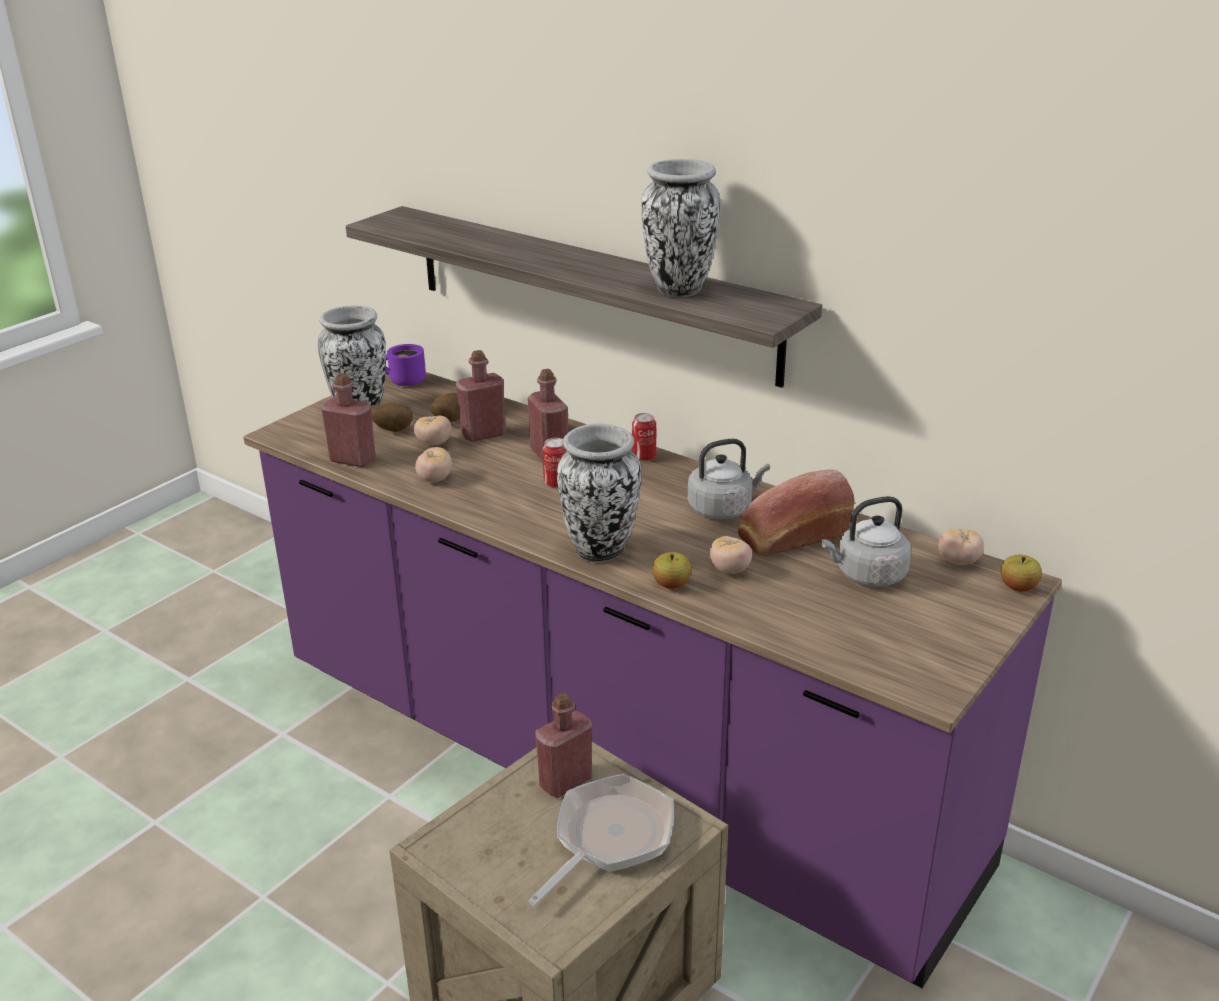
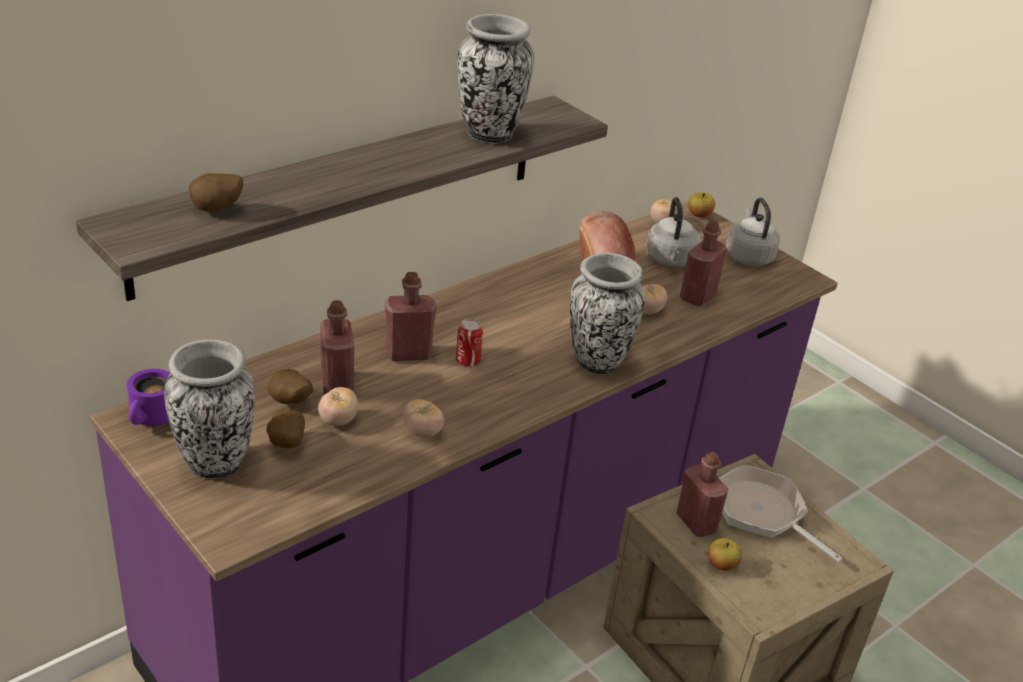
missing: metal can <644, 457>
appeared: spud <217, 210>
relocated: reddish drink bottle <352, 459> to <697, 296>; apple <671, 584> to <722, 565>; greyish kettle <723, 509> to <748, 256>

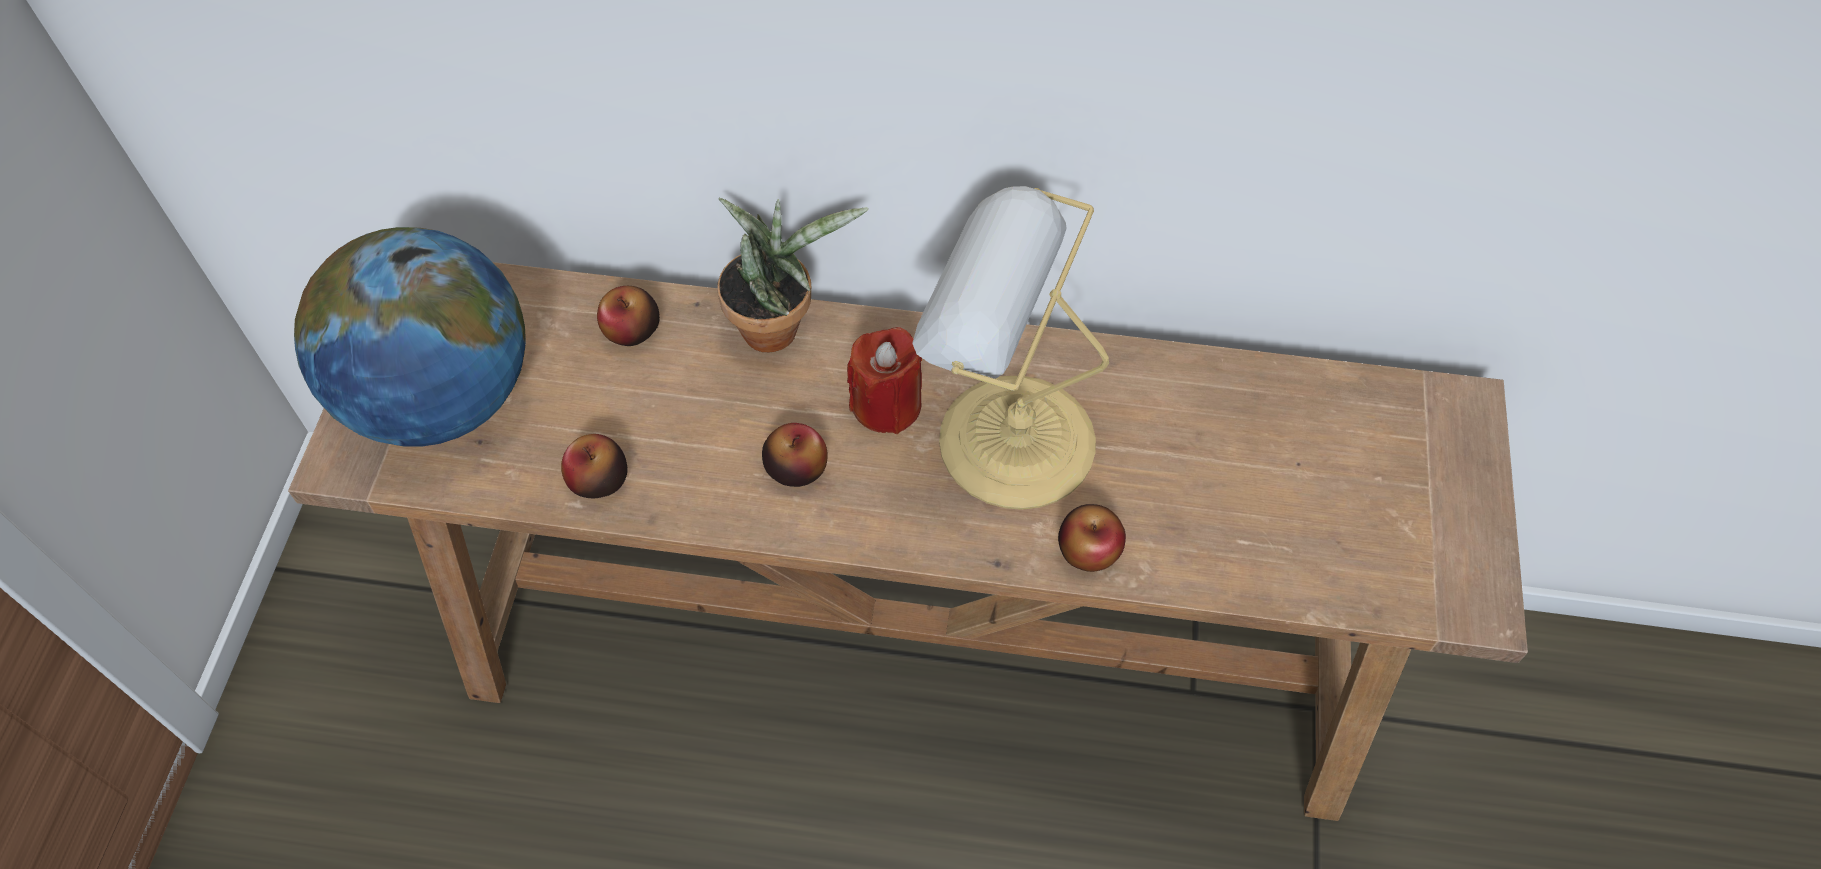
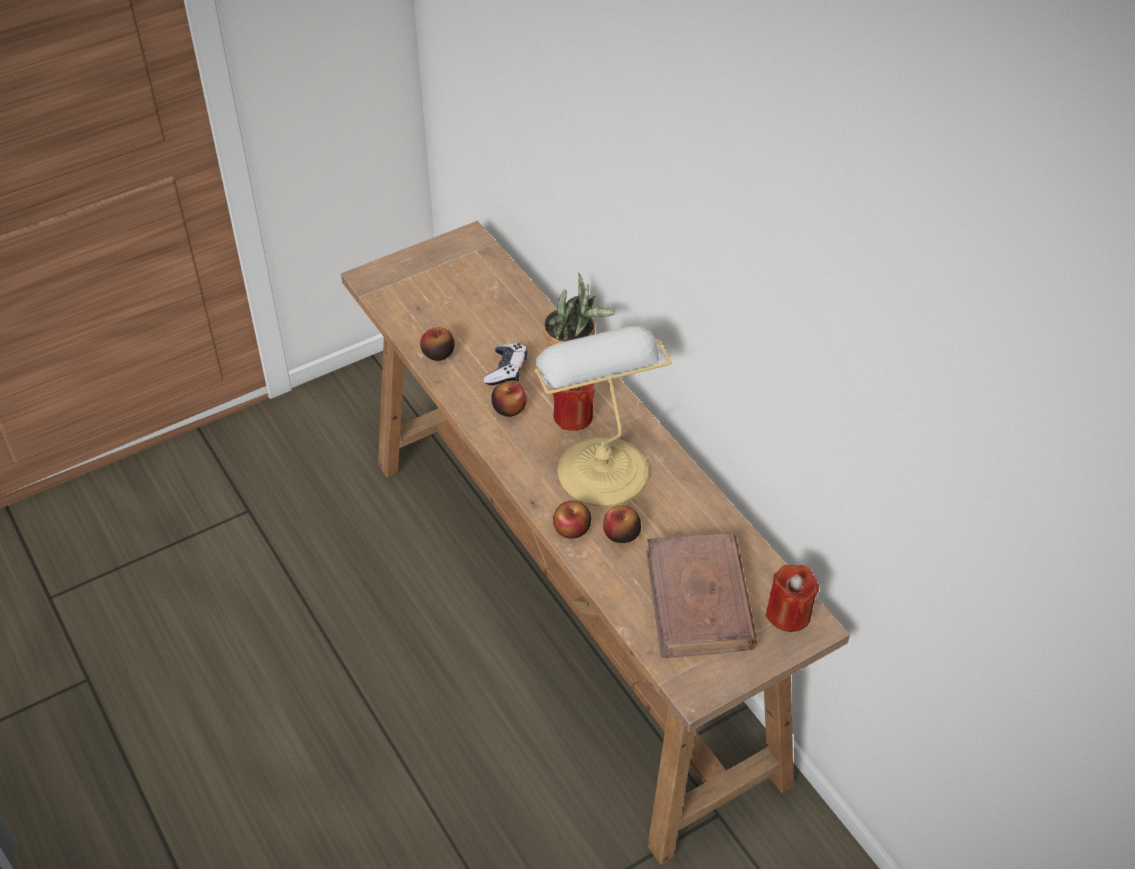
missing: desk globe <442, 398>
appeared: game controller <506, 370>; brown book <699, 600>; reddish wax light <788, 614>
relocated: apple <632, 330> to <621, 534>

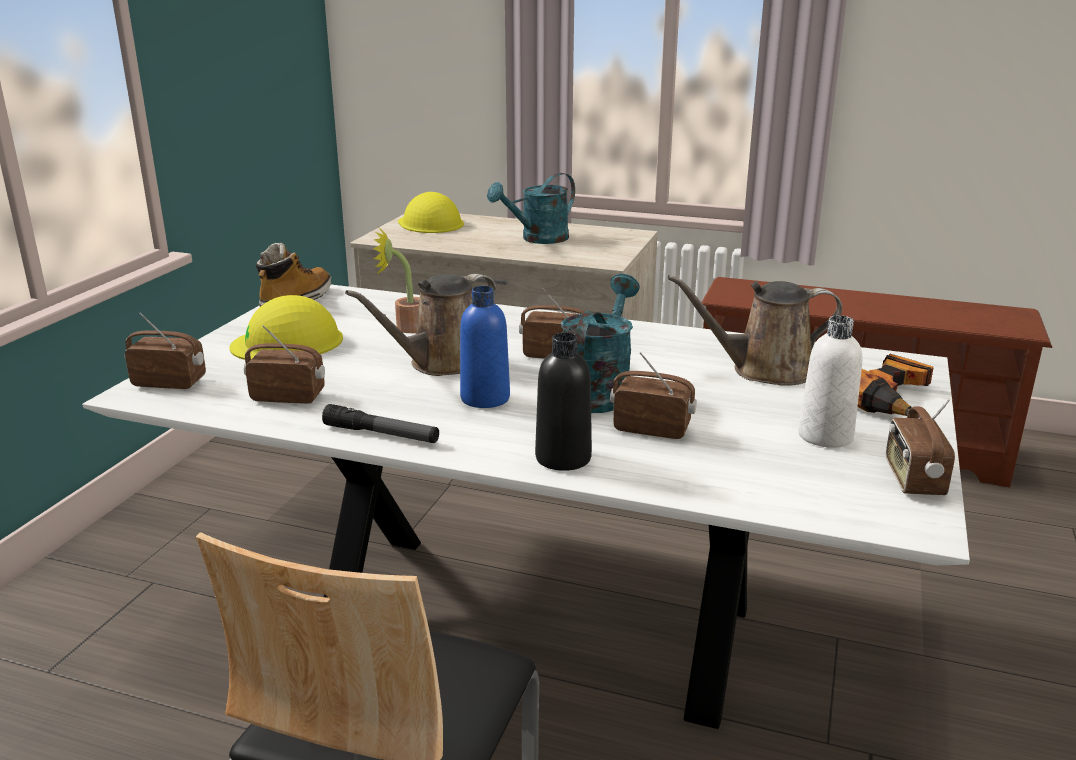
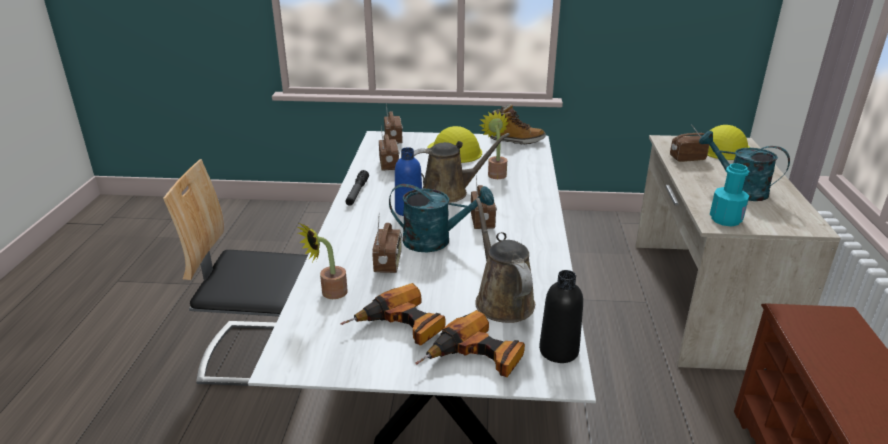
appeared: potted plant <329, 293>; turquoise-coloured drink bottle <725, 219>
relocated: black-coloured drink bottle <563, 458> to <558, 351>; radio receiver <912, 479> to <687, 158>
exchanged: whitish drink bottle <825, 436> to power drill <400, 328>
spun: brown watering pot <442, 364> = <449, 192> 135 degrees clockwise

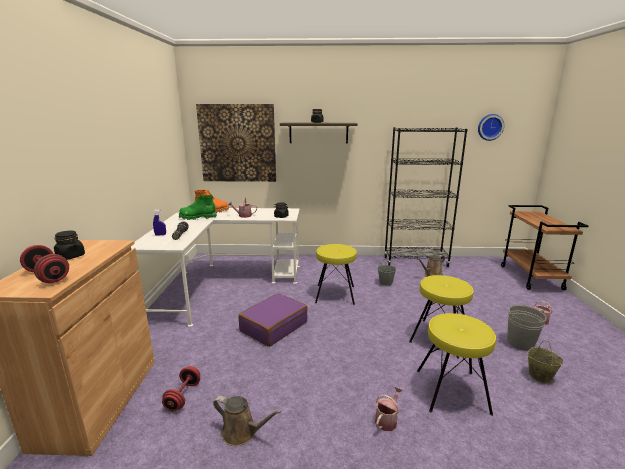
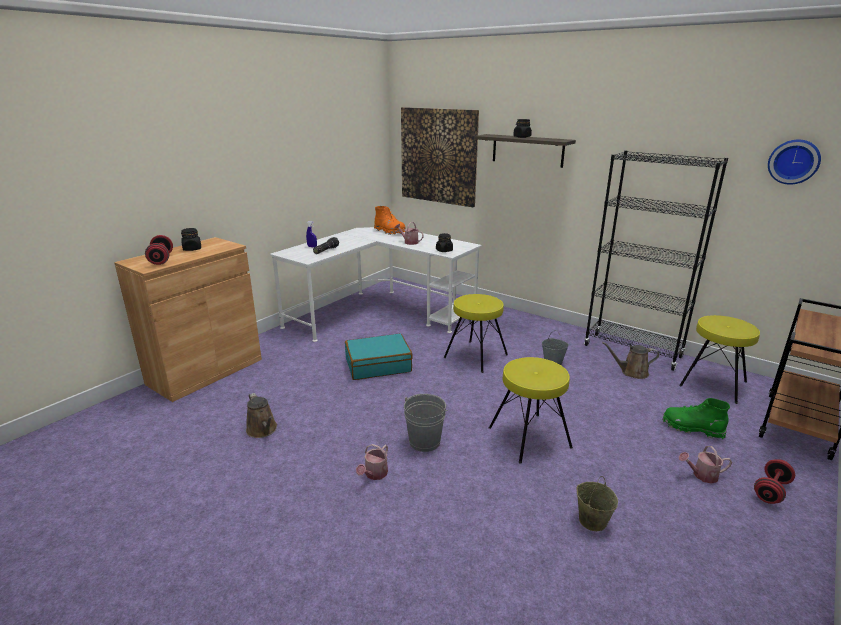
relocated: reddish hand weight <183, 396> to <771, 491>; green-coloured tall boot <198, 217> to <692, 428>; yellow-coloured sitting stool <451, 390> to <712, 383>; greyish water bucket <520, 343> to <424, 441>
colour: purple travel case <273, 326> to turquoise-coloured travel case <378, 365>
spun: watering pot <387, 419> = <374, 474> 135 degrees clockwise

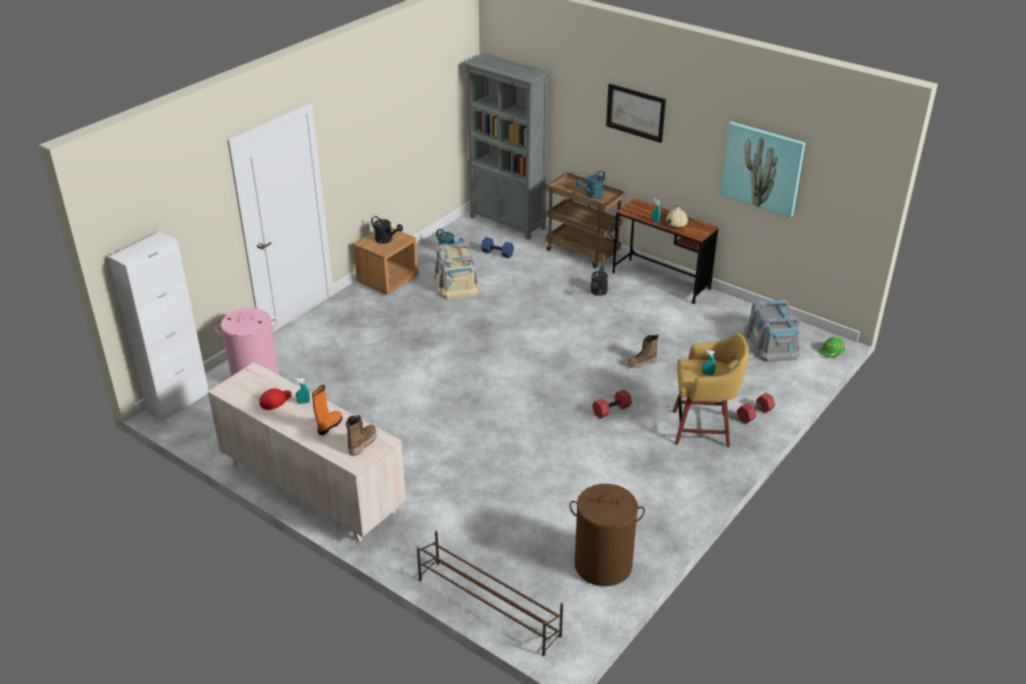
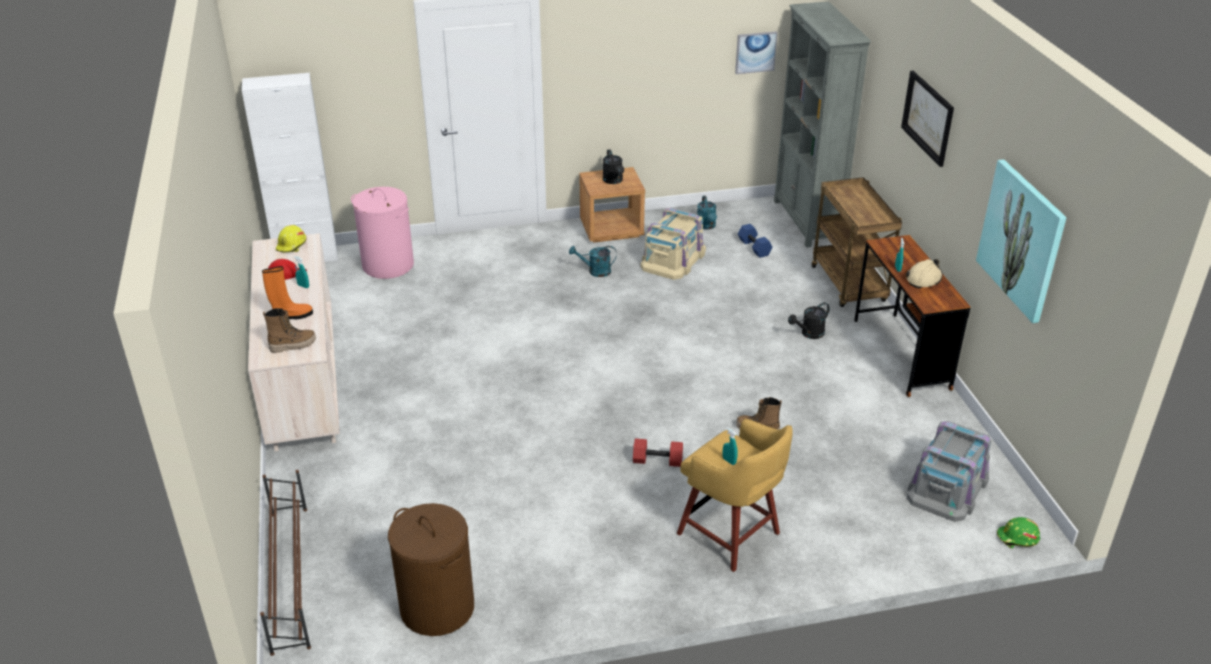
missing: reddish hand weight <755, 415>
appeared: yellow-coloured safety helmet <292, 245>; wall art <755, 52>
relocated: turquoise-coloured watering pot <591, 195> to <595, 271>

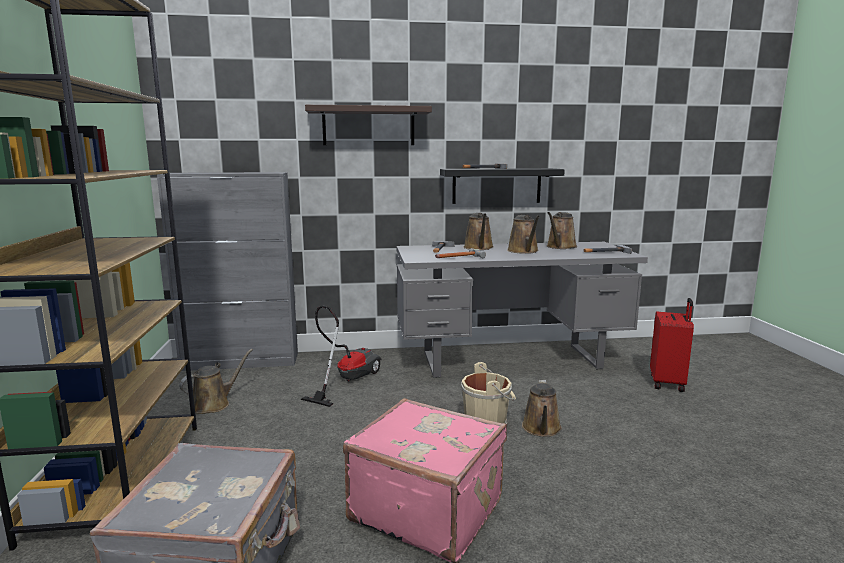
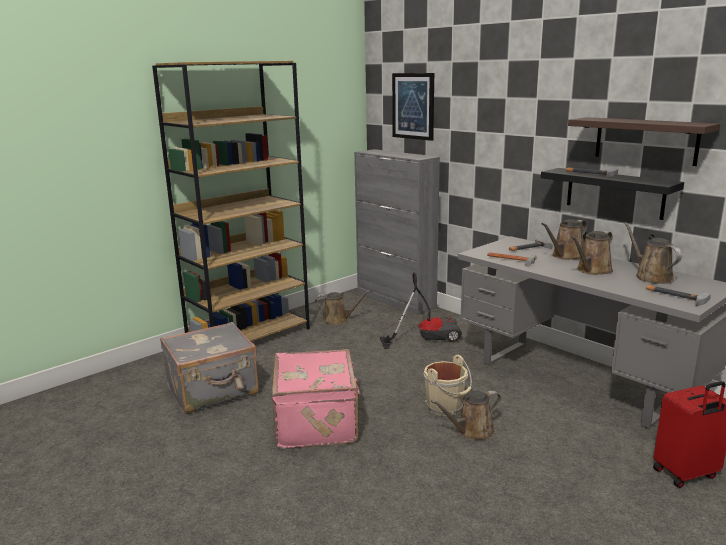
appeared: wall art <413, 106>
relocated: wall shelf <368, 126> to <645, 140>
spun: brown watering pot <560, 247> = <651, 277> 75 degrees clockwise

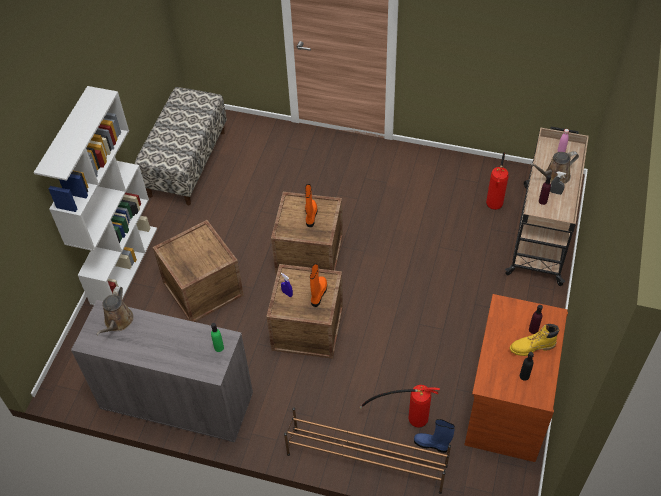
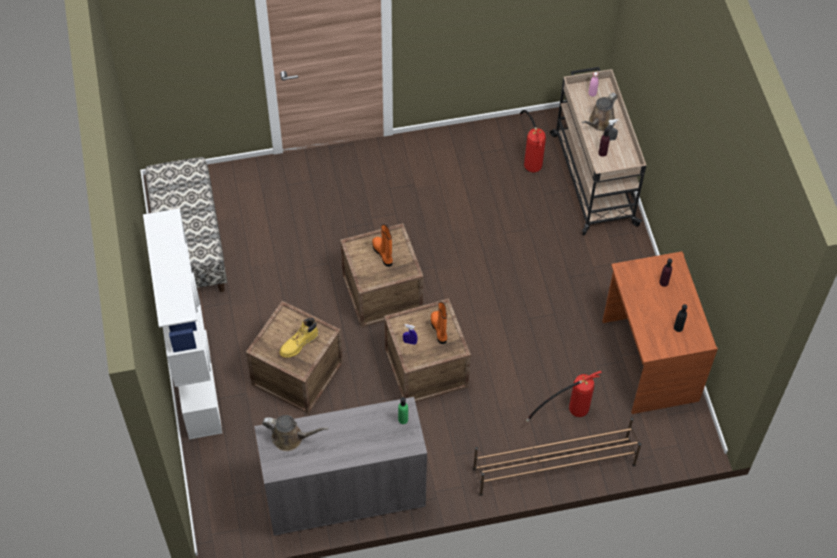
missing: blue-coloured tall boot <432, 444>
relocated: yellow-coloured tall boot <532, 347> to <299, 345>
spun: brown watering pot <118, 322> = <290, 438> 60 degrees counterclockwise

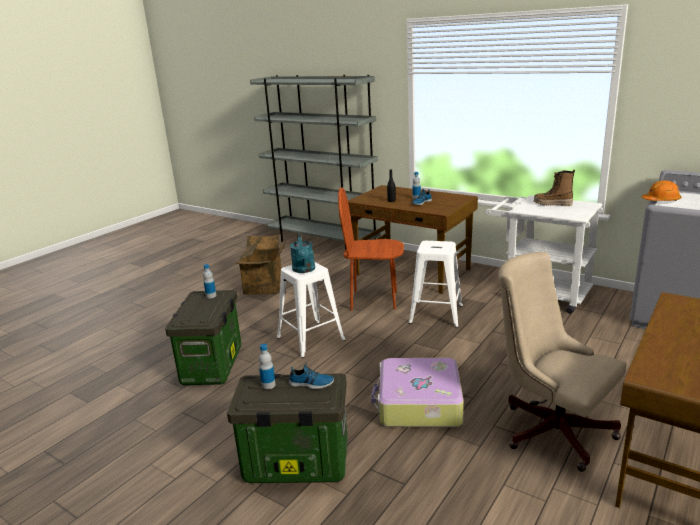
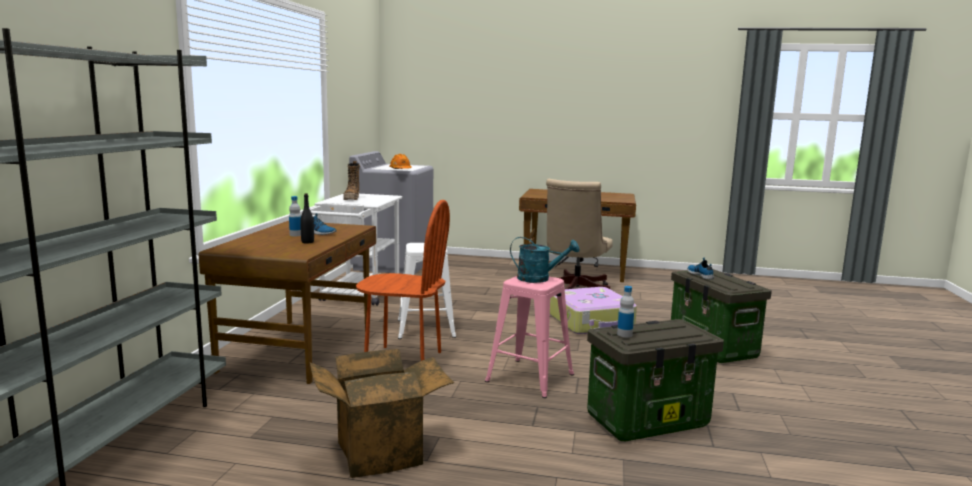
missing: drink bottle <268, 385>
colour: whitish sitting stool <311, 339> to pink sitting stool <529, 377>
spun: turquoise-coloured watering pot <304, 270> = <539, 279> 45 degrees clockwise; brown plain chair <374, 300> = <403, 359> 60 degrees counterclockwise

